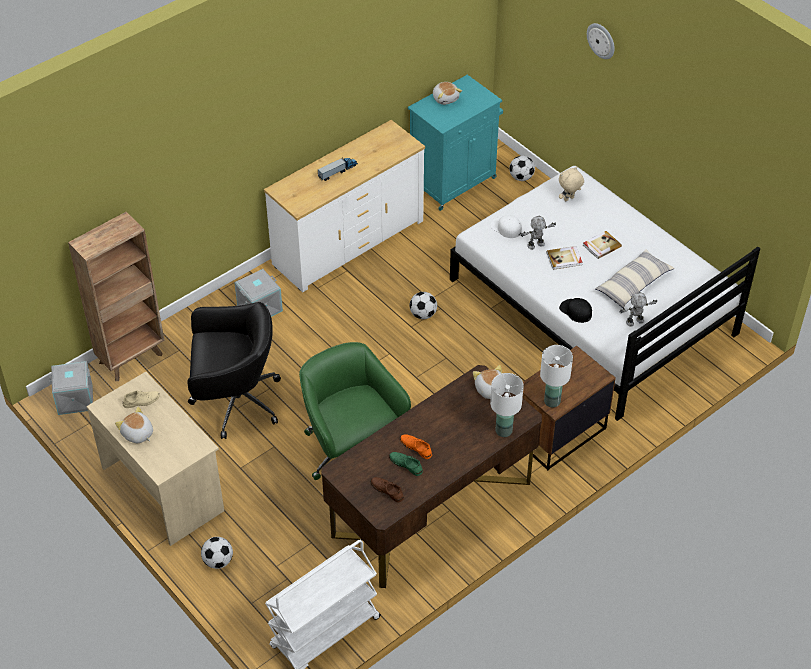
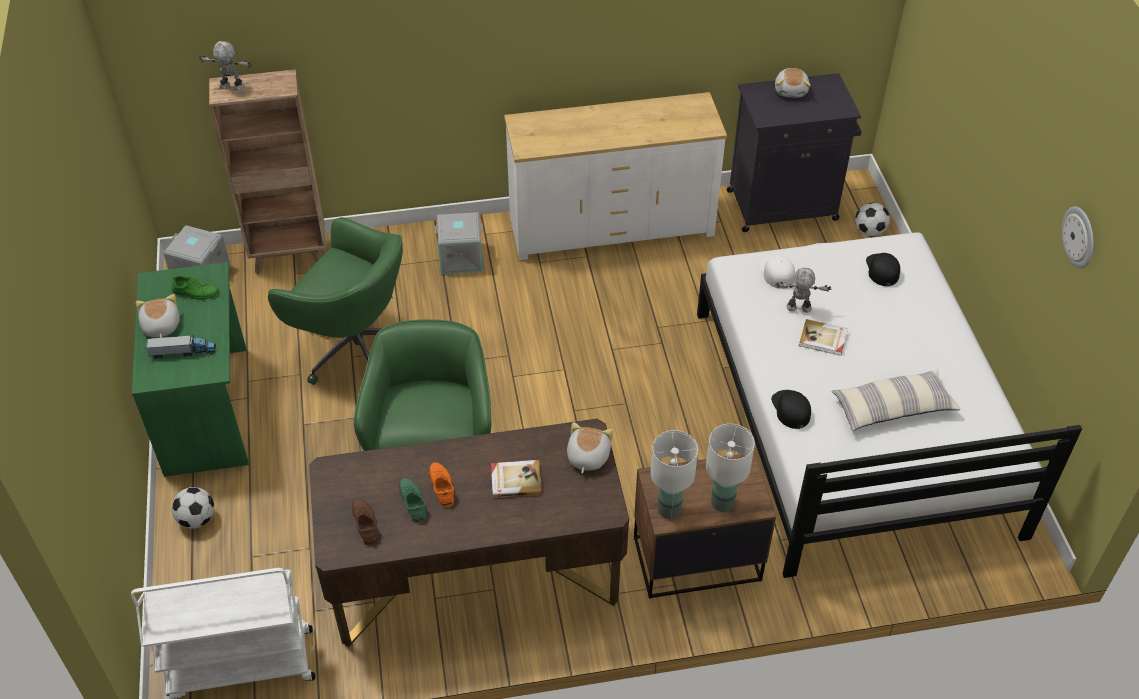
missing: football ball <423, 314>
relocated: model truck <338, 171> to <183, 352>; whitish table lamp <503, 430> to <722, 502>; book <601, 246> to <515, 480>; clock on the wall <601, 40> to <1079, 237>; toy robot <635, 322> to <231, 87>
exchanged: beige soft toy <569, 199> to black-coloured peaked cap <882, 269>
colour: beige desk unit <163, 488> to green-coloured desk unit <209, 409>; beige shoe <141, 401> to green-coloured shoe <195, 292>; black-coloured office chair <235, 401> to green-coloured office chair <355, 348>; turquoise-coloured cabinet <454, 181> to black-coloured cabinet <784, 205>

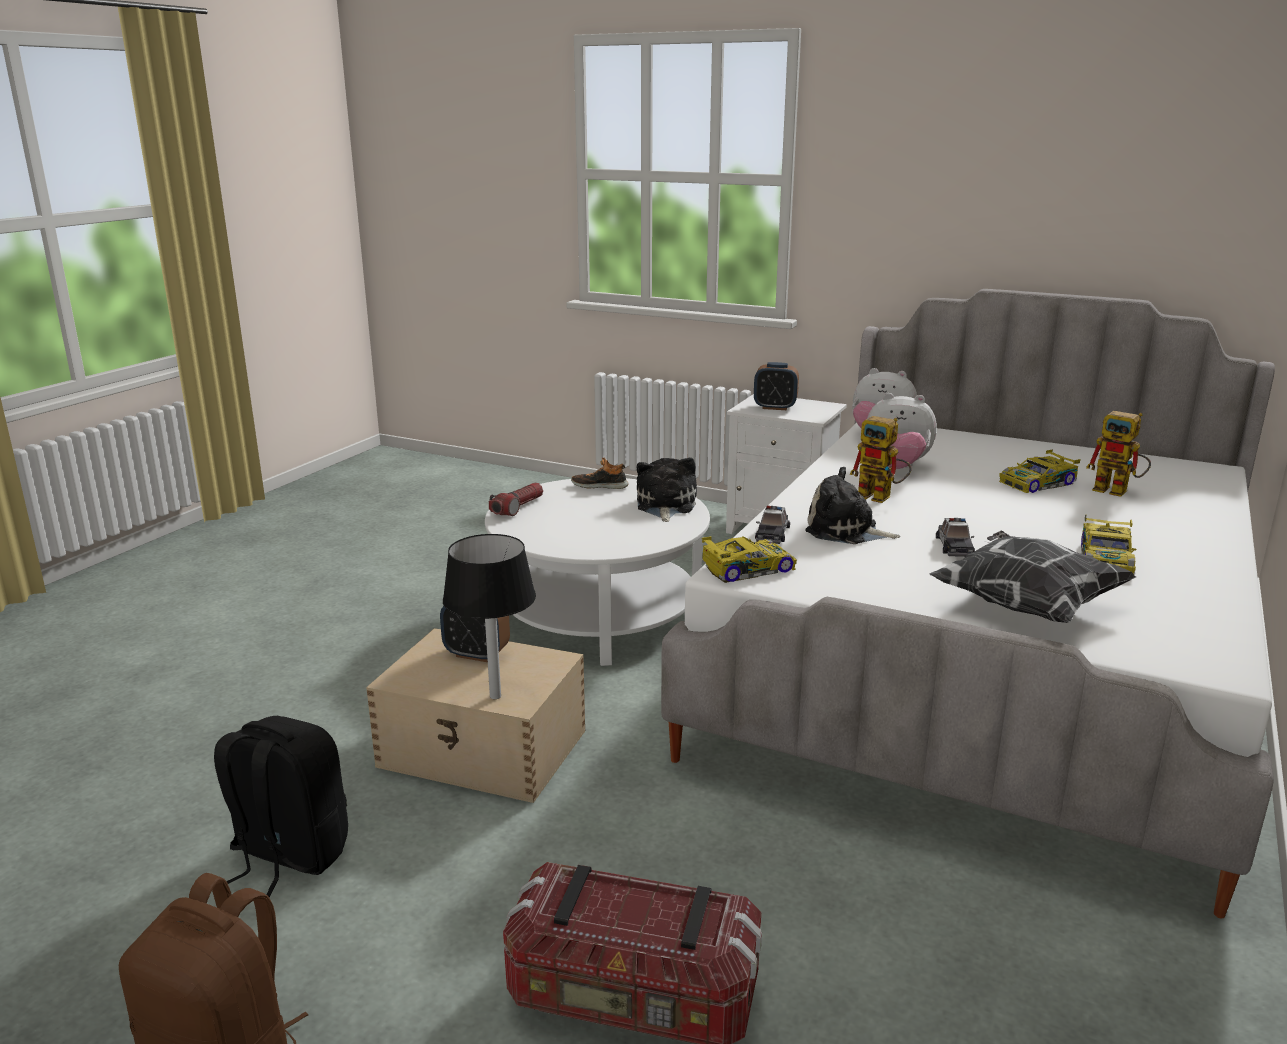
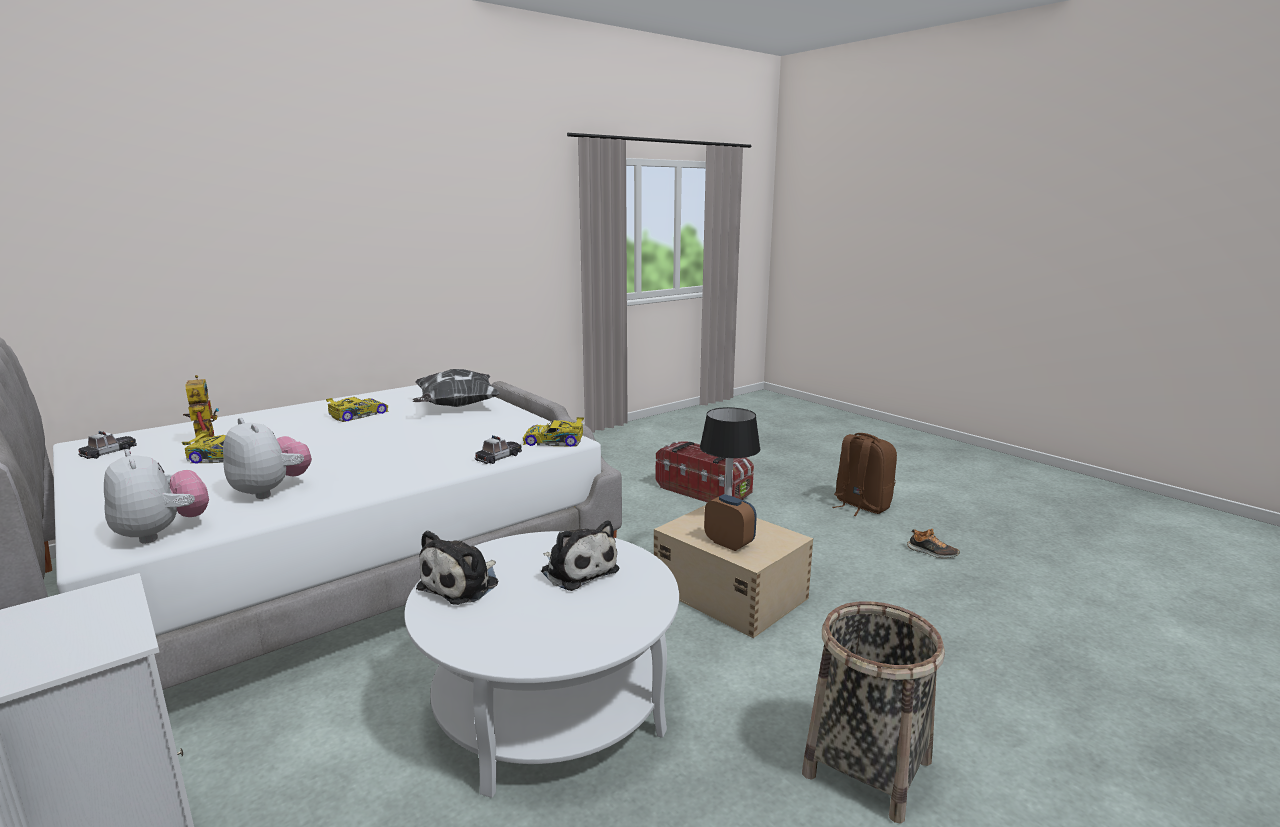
missing: black-coloured rucksack <288, 856>; torch <517, 507>; alarm clock <775, 407>; toy robot <881, 497>
appeared: basket <866, 767>
relocated: shoe <600, 486> to <932, 552>; soft toy <846, 531> to <577, 570>; toy car <954, 546> to <108, 452>

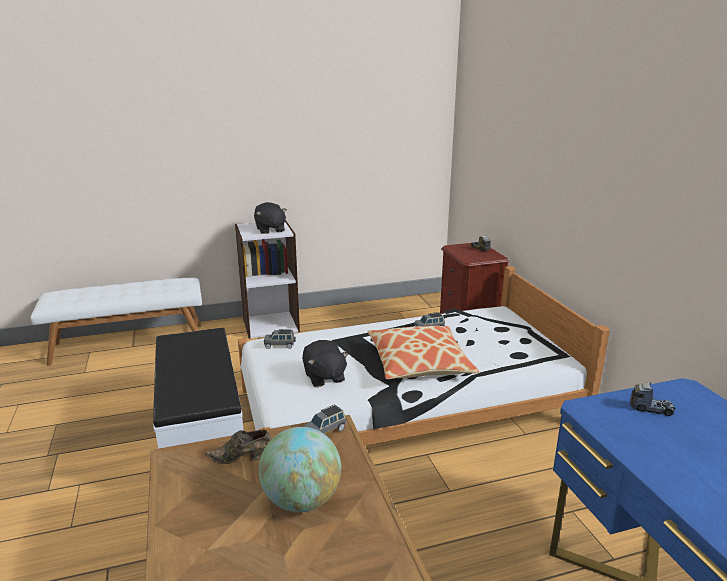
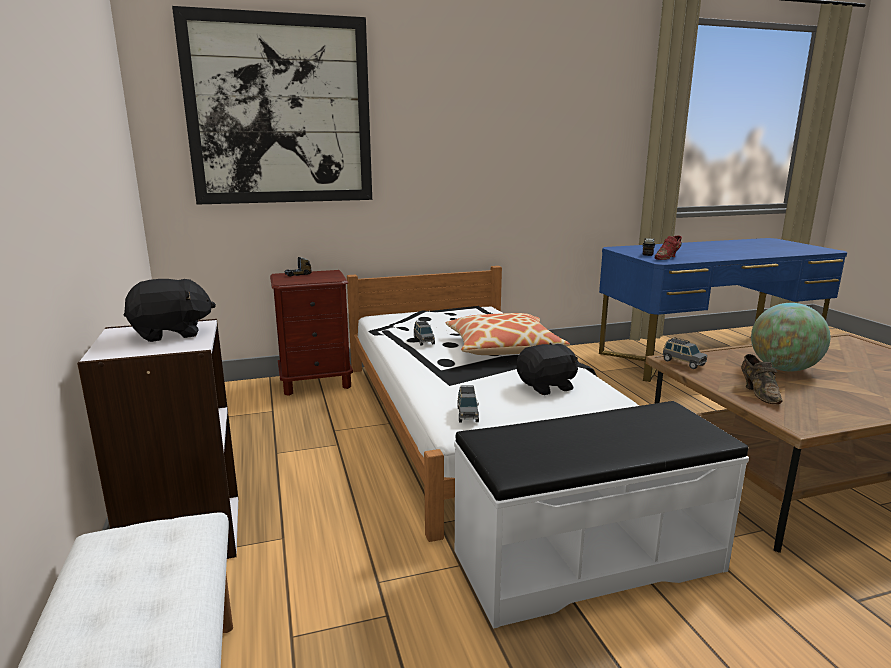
appeared: wall art <280, 111>; reddish shoe <667, 258>

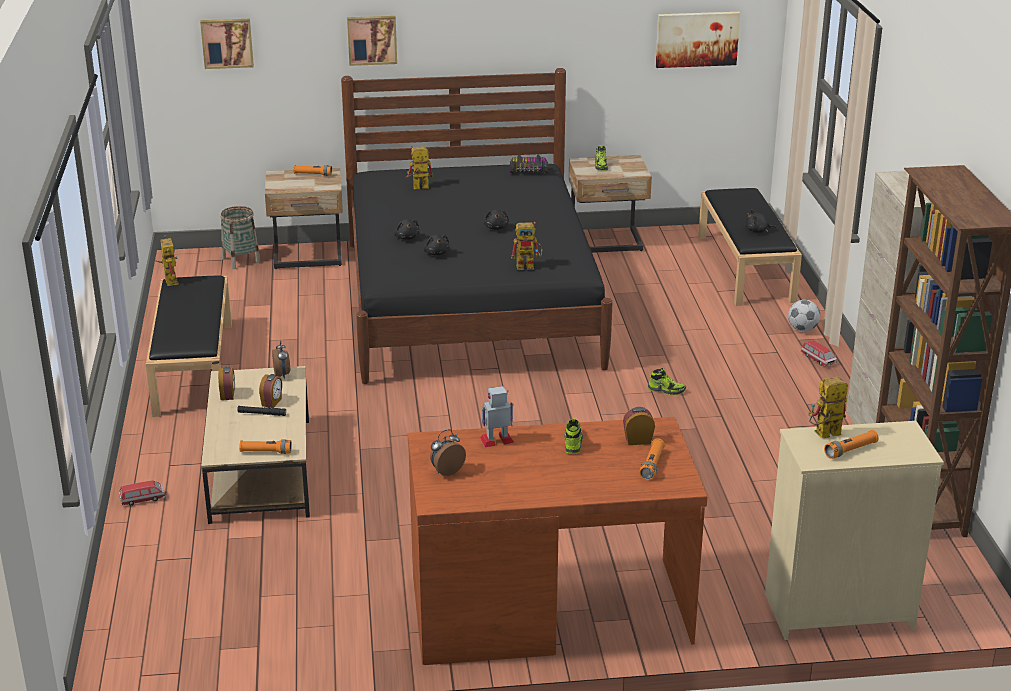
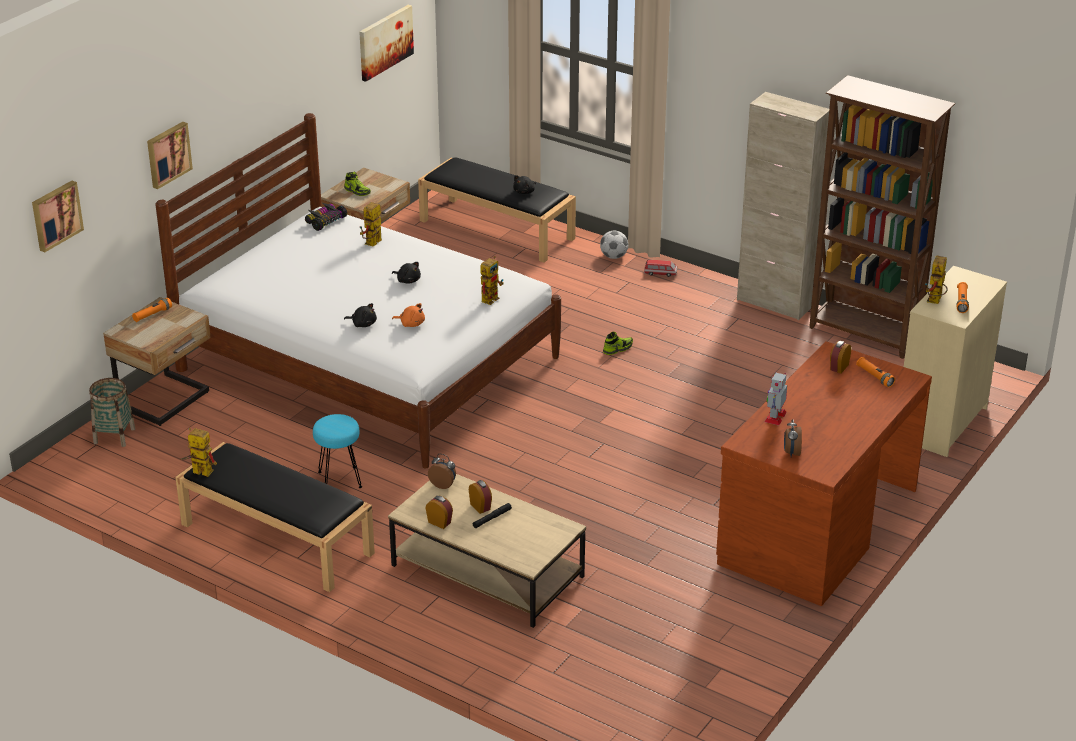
missing: toy car <142, 499>; orange-coloured torch <266, 452>; shoe <572, 442>
appeared: turquoise-coloured sitting stool <339, 480>
relocated: toy robot <417, 188> to <372, 244>
colour: black-coloured bedroom bed <470, 303> to whitish bedroom bed <369, 364>; black-coloured soft toy <436, 253> to orange-coloured soft toy <411, 324>

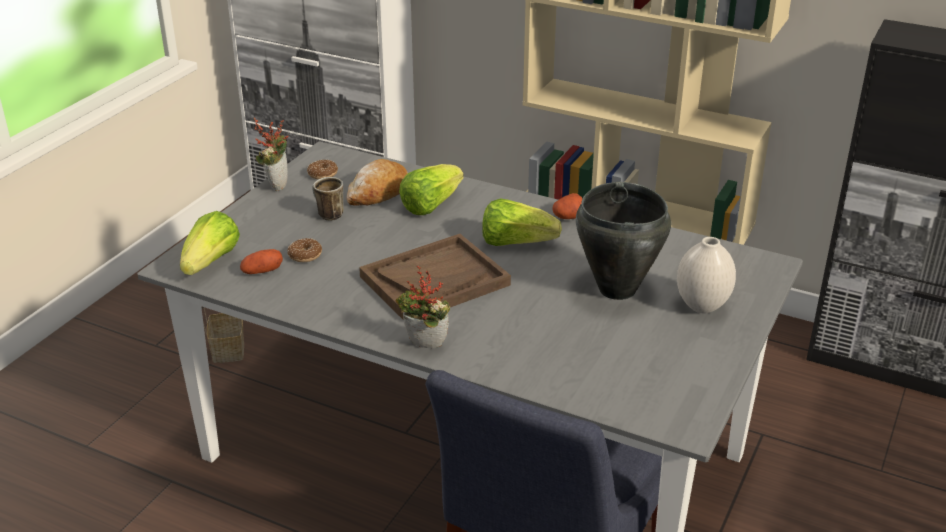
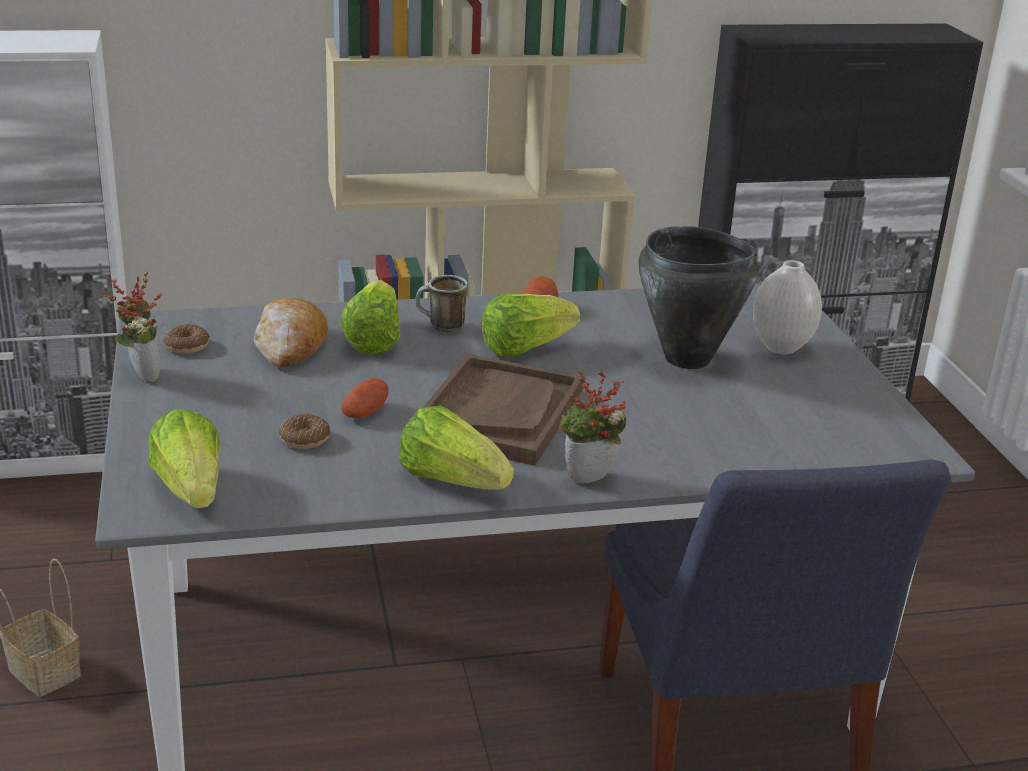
appeared: head of lettuce <452, 480>
relocated: spud <262, 271> to <365, 412>; tea mug <327, 214> to <440, 327>

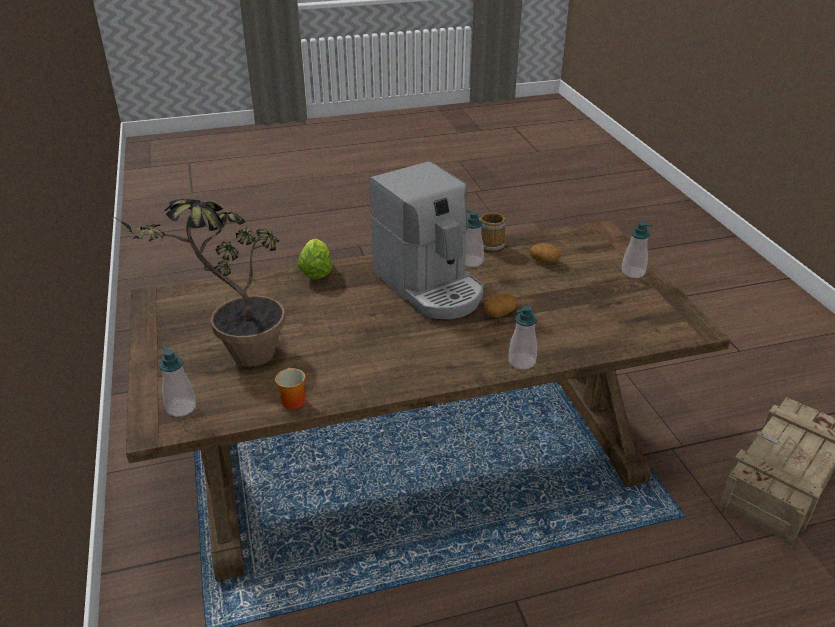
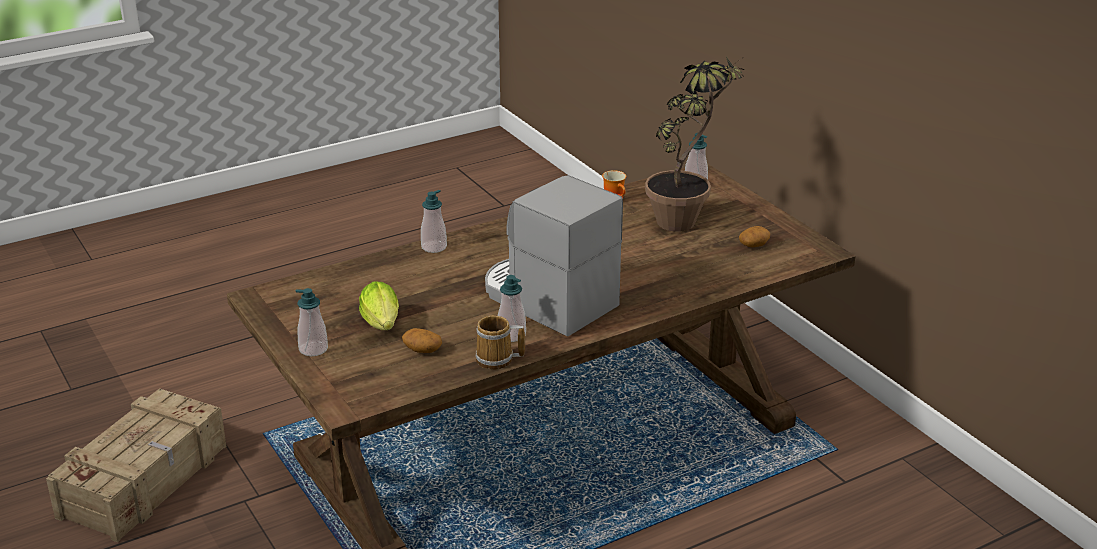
relocated: head of lettuce <316, 270> to <382, 326>; spud <499, 313> to <753, 245>

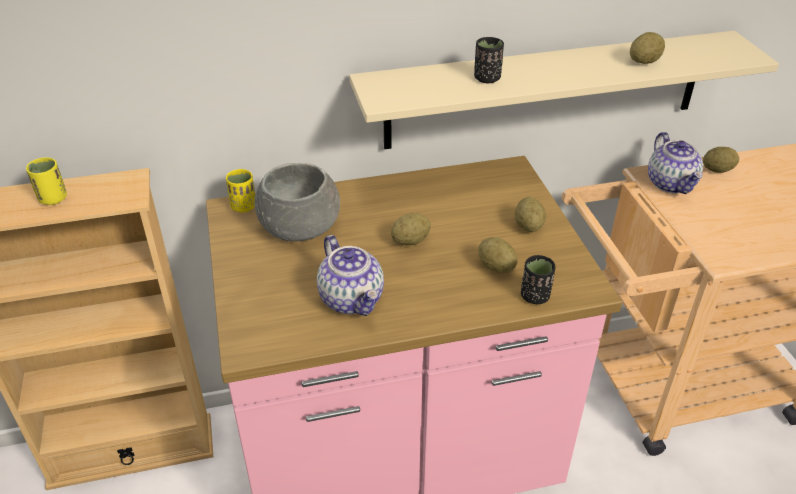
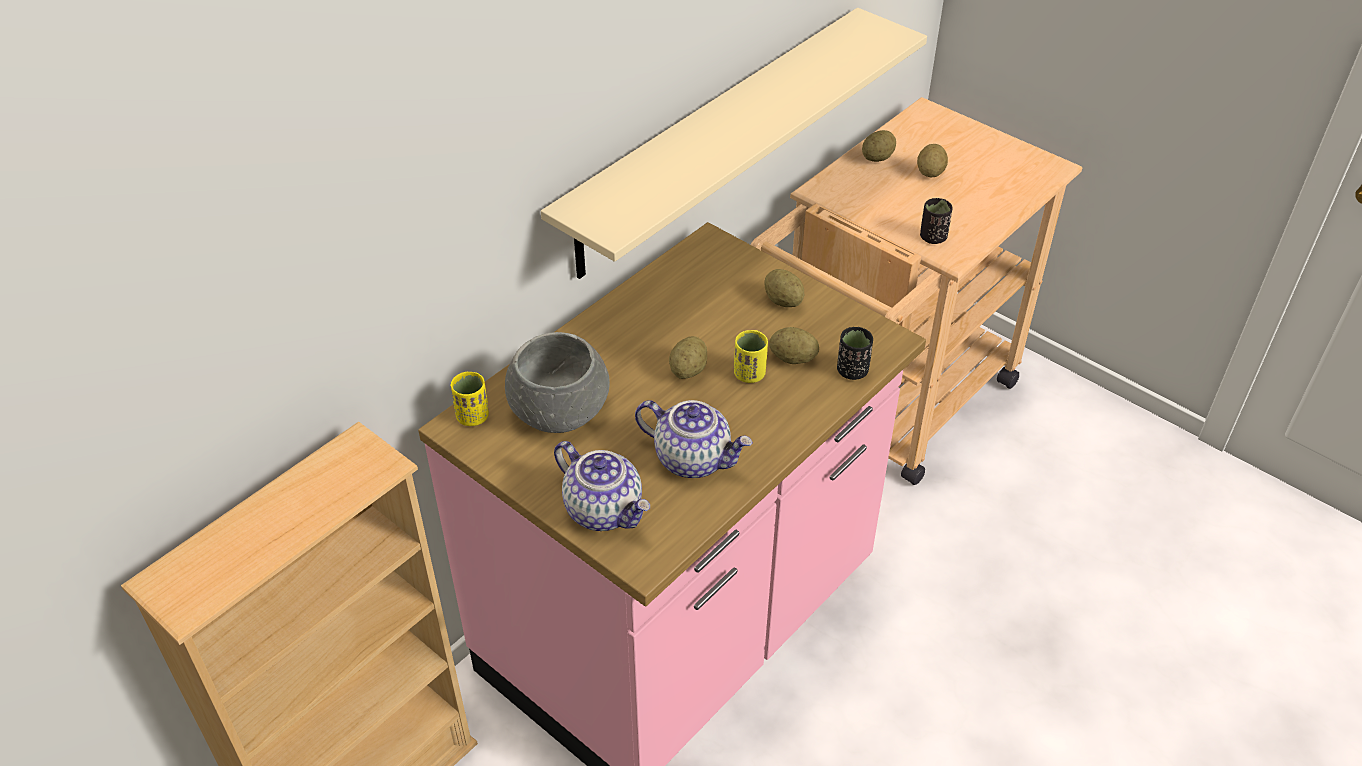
relocated: yellow-coloured drinking cup <53, 199> to <749, 374>; black-coloured drinking cup <487, 78> to <933, 237>; spud <644, 62> to <930, 172>; teapot <671, 184> to <604, 510>

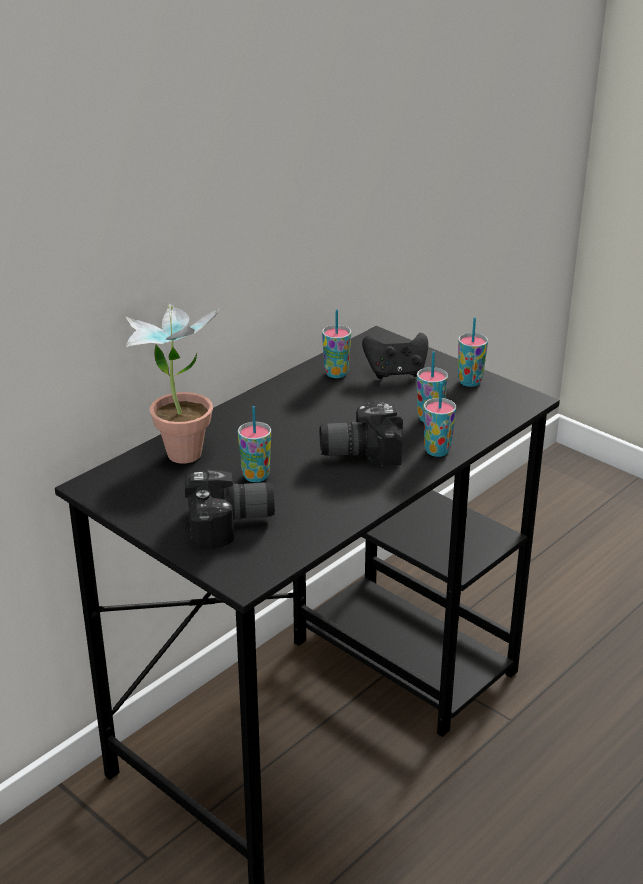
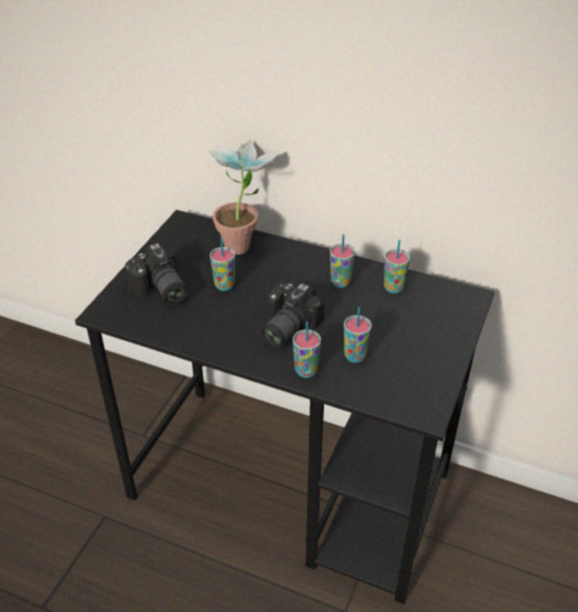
missing: black-coloured game controller <396, 373>
relocated: drinking cup <470, 382> to <340, 282>
spun: still camera <359, 450> = <284, 327> 120 degrees counterclockwise

